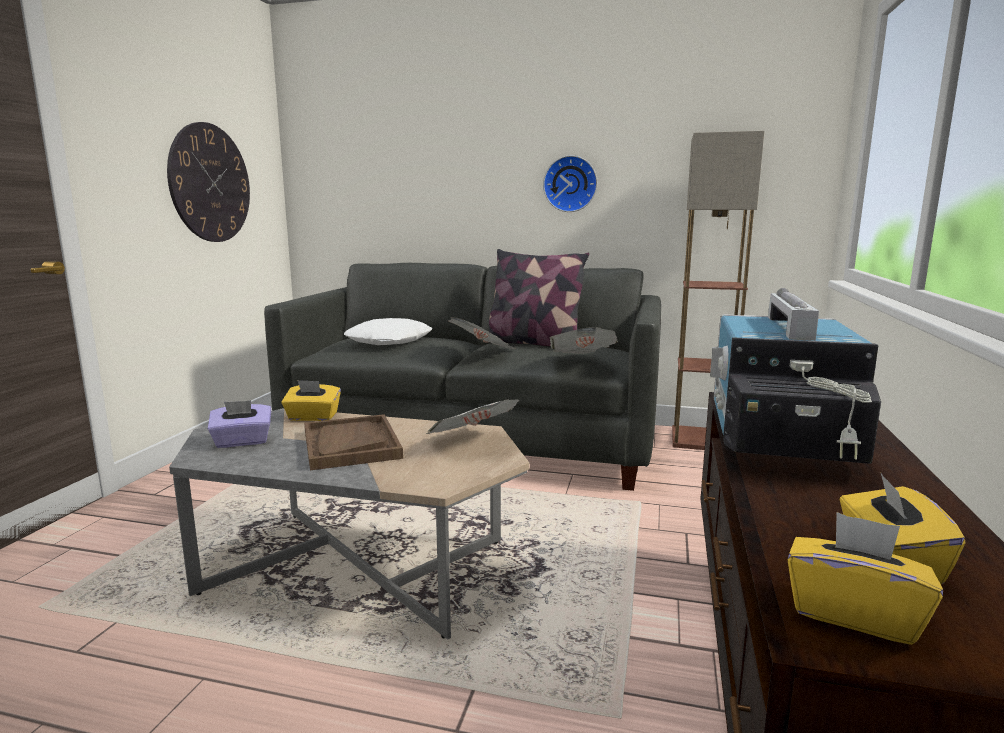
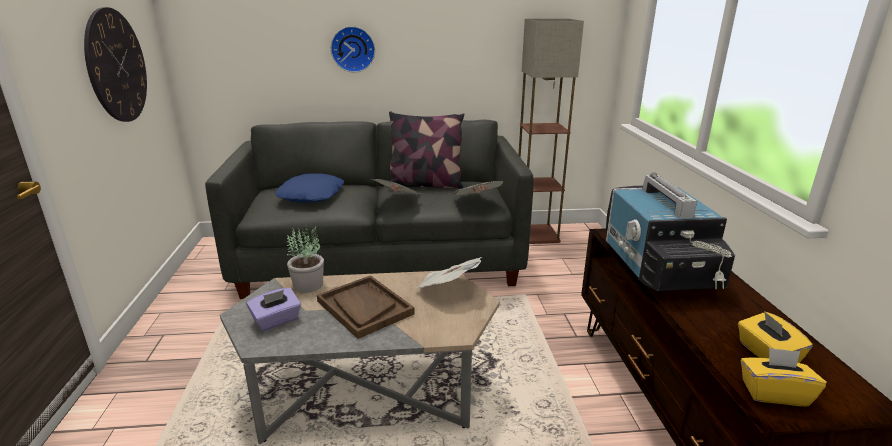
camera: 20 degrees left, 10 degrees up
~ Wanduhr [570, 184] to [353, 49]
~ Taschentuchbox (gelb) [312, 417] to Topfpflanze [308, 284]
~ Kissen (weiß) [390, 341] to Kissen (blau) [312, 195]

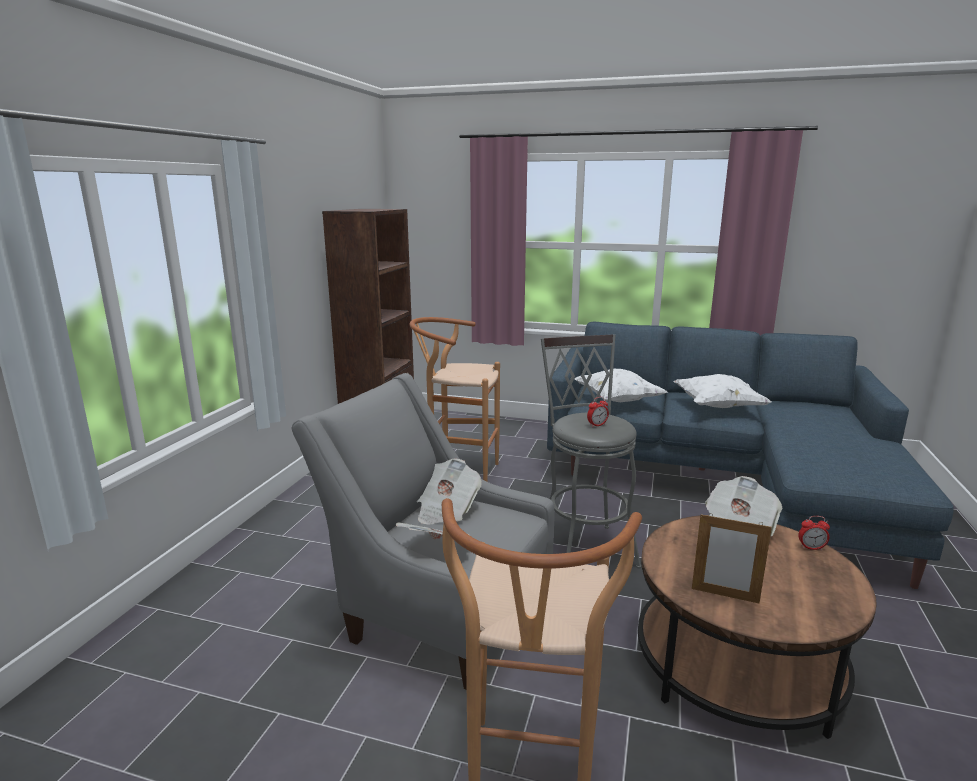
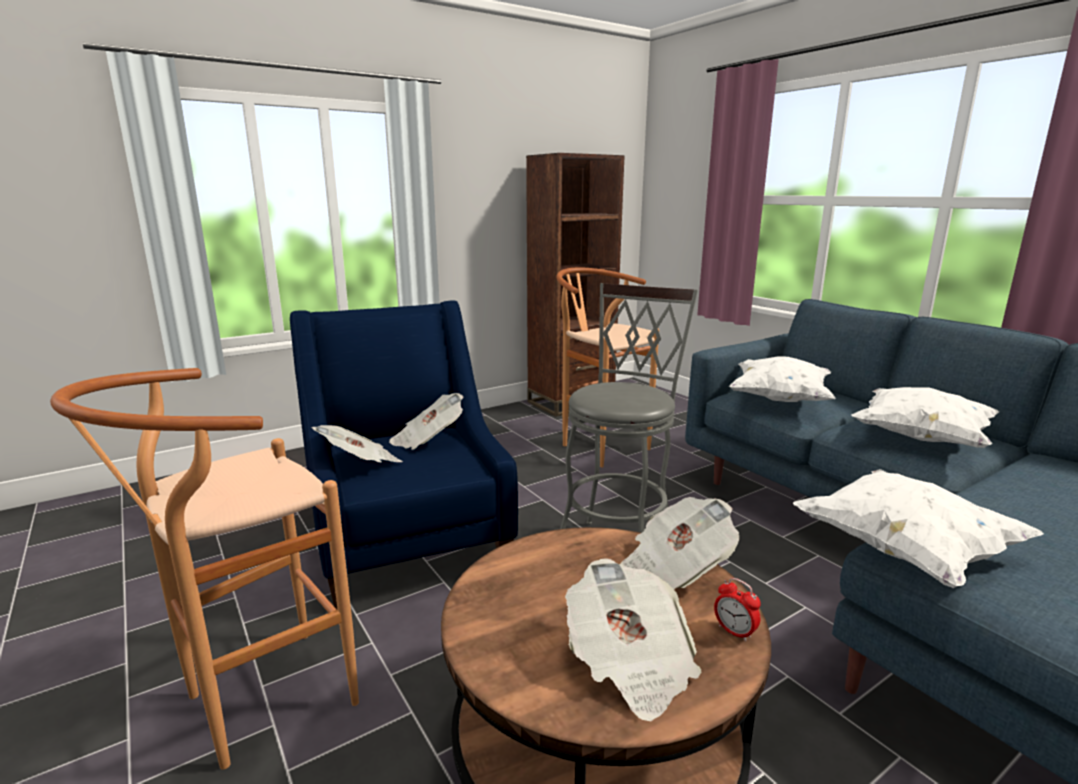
camera: 40 degrees right, 0 degrees up
- Wecker [597, 425]
- Bilderrahmen [724, 595]
+ Zeitung [630, 664]
+ Kissen (weiß) [903, 551]
~ Sessel (grau) [437, 611] to Sessel (blau) [409, 541]

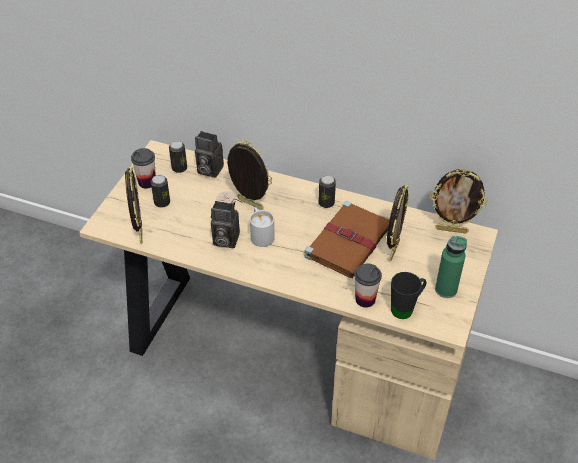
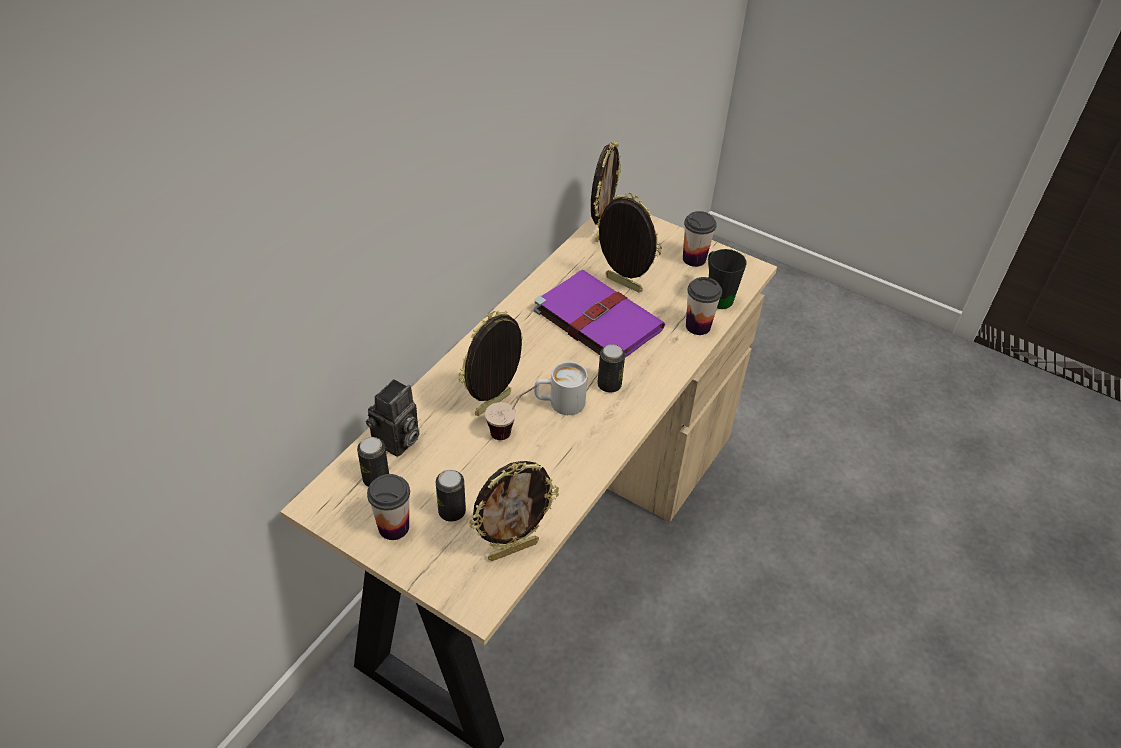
camera: 80 degrees left, 0 degrees up
- Kamera [224, 240]
~ Dose [326, 203] to [609, 385]
~ Flasche (grün) [446, 289] to Tasse [694, 259]
~ Buch (braun) [349, 240] to Buch (lila) [596, 319]
~ Bilderrahmen [139, 232] = [513, 549] 150 degrees clockwise

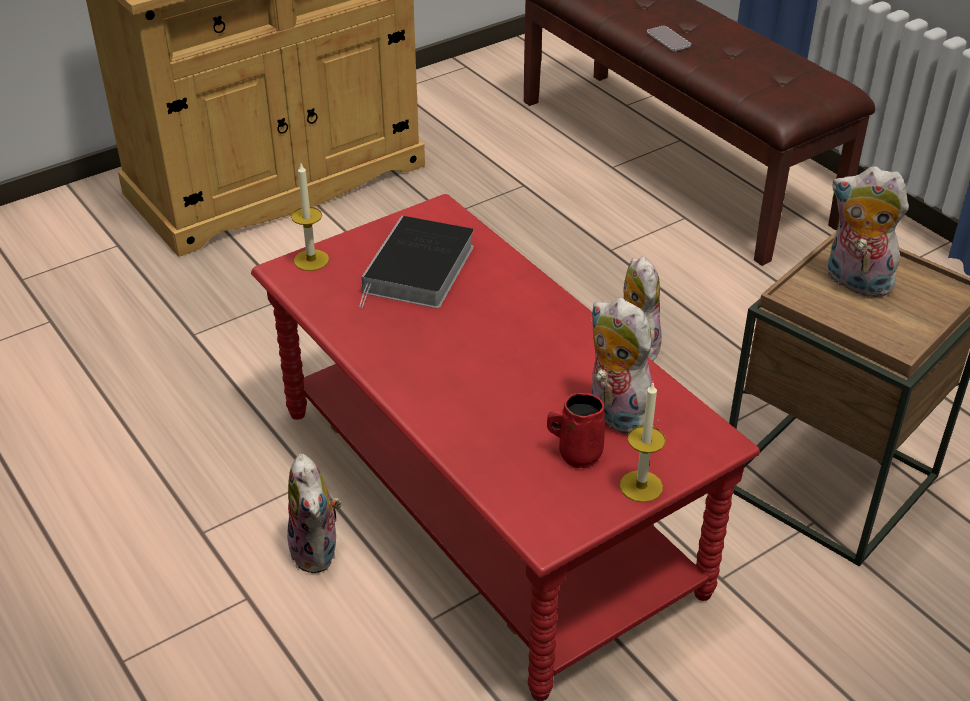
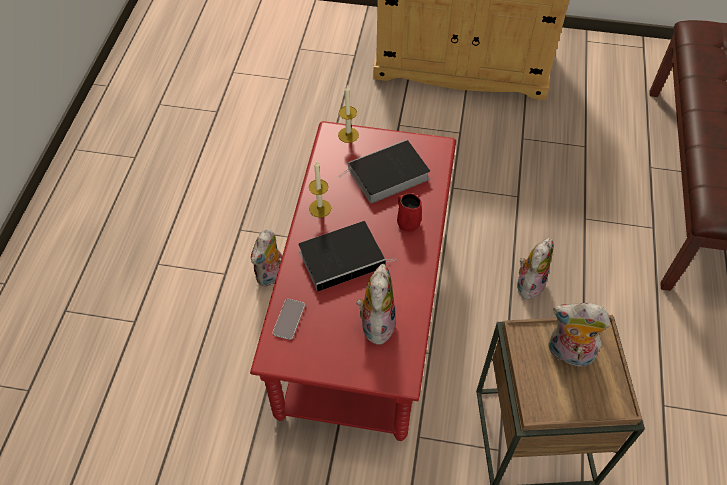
camera: 45 degrees right, 15 degrees up
+ Buch [344, 257]
~ Henkelbecher (rot) [577, 453] to [407, 222]
~ Kerze [641, 486] to [320, 208]
~ Handy [668, 39] to [289, 319]
~ Plüschtier [854, 282] = [568, 354] 60 degrees counterclockwise

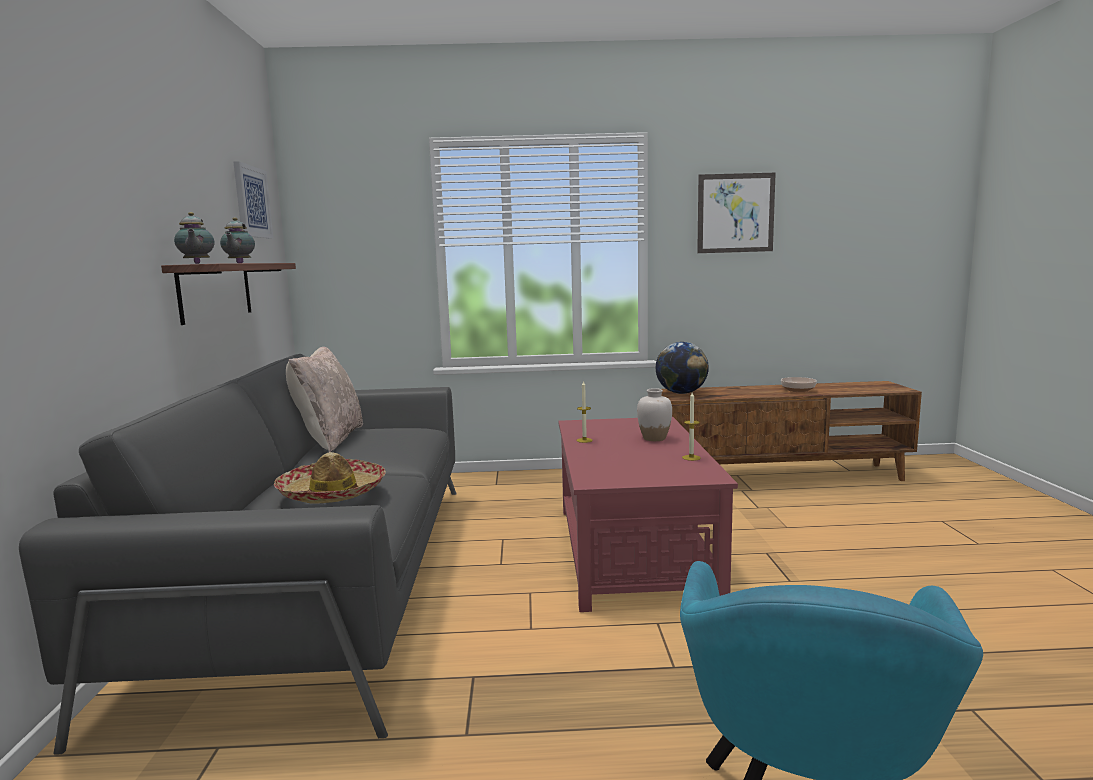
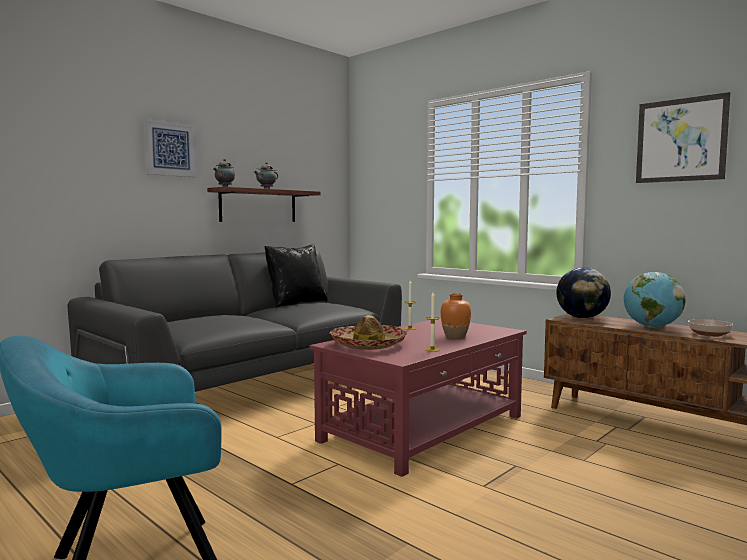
camera: 45 degrees right, 5 degrees down
+ Globus [651, 327]
~ Bild [251, 202] to [169, 149]
~ Hut [333, 493] to [368, 345]
~ Kissen (beige) [329, 439] to Kissen (schwarz) [296, 303]
~ Vase (weiß) [654, 438] to Vase (orange) [455, 337]

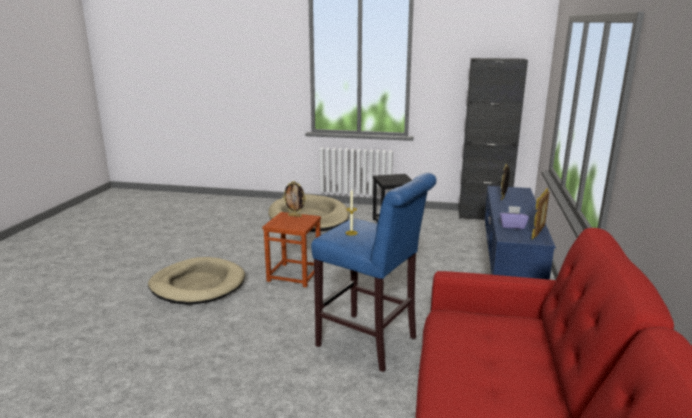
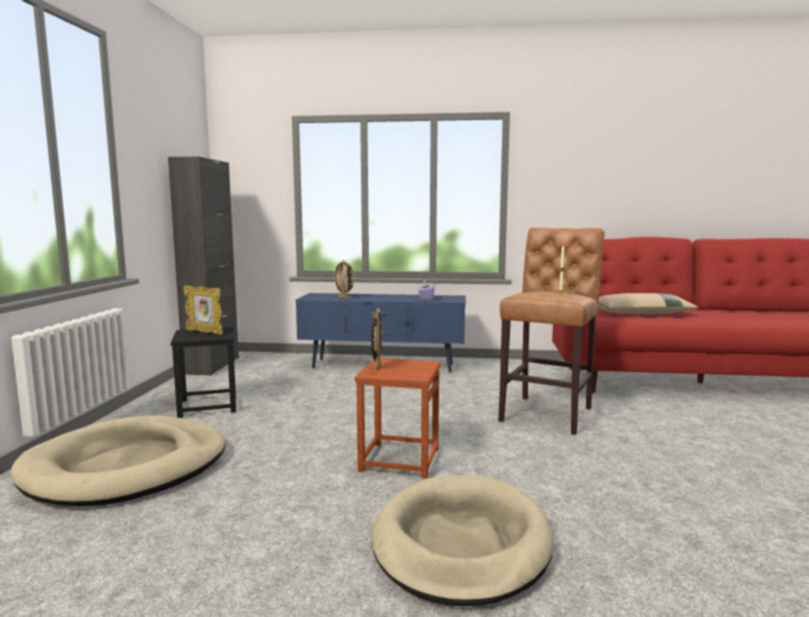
camera: 95 degrees left, 10 degrees down
+ Kissen (beige) [642, 313]
~ Bilderrahmen [538, 233] to [205, 332]
~ Hocker (blau) [371, 343] to Hocker (braun) [548, 413]

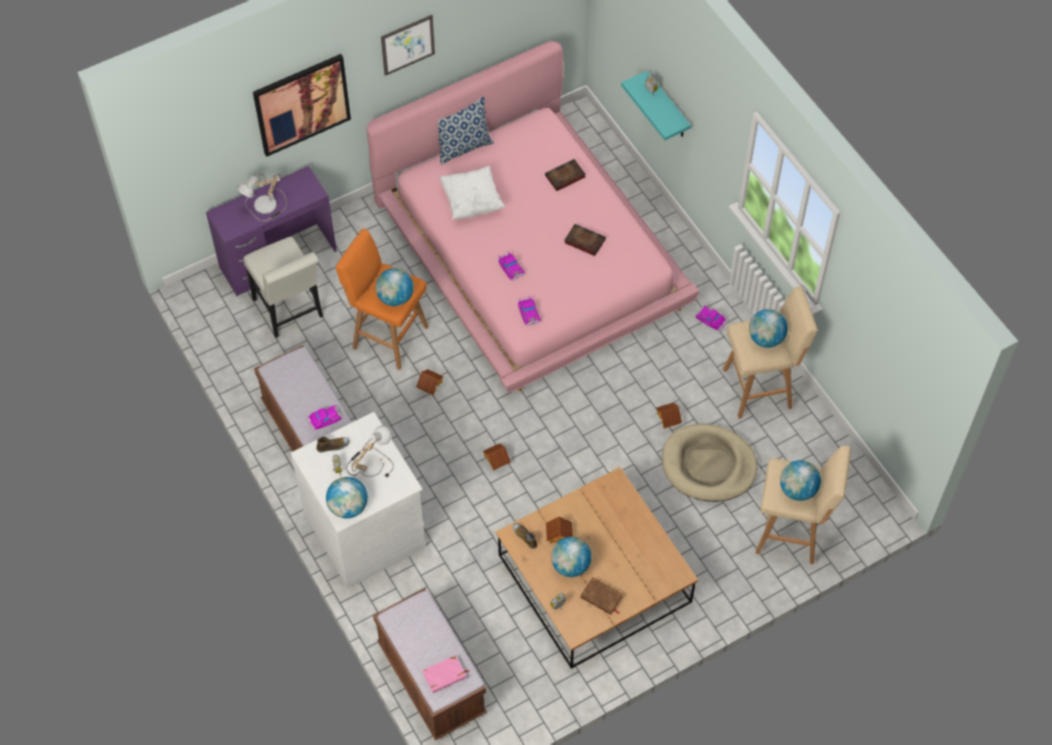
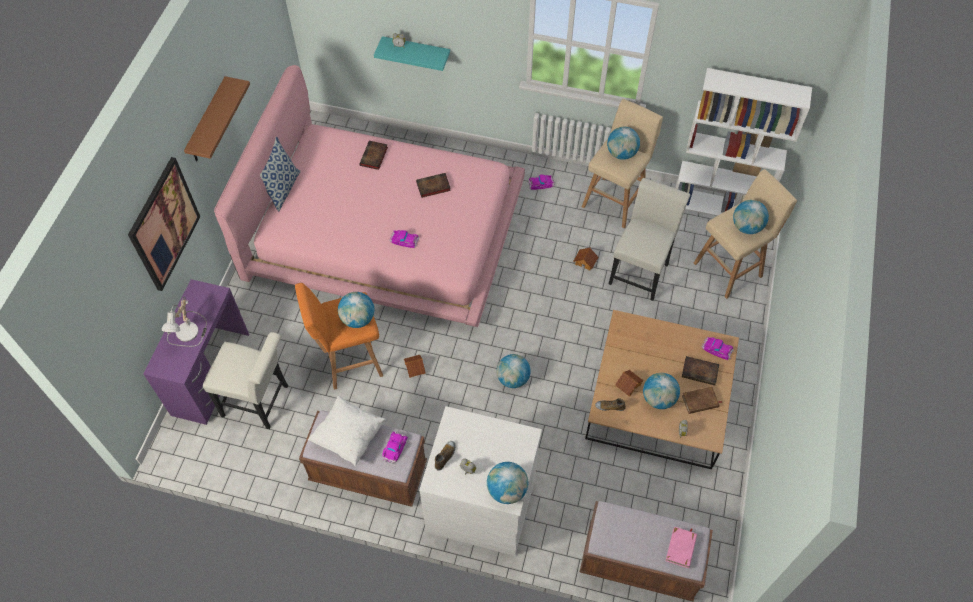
camera: 45 degrees left, 0 degrees up
- Tischlampe [369, 463]
+ Bücherregal (weiß) [718, 206]
+ Buch [700, 372]
~ Kissen (weiß) [472, 202] to [348, 436]
~ Spielzeugauto [528, 312] to [717, 349]
~ Bild [407, 44] to Wandregal (braun) [208, 122]
~ Spielzeughaus [496, 459] to Globus [513, 379]
~ Hundebett (beige) [708, 465] to Stuhl (weiß) [640, 270]

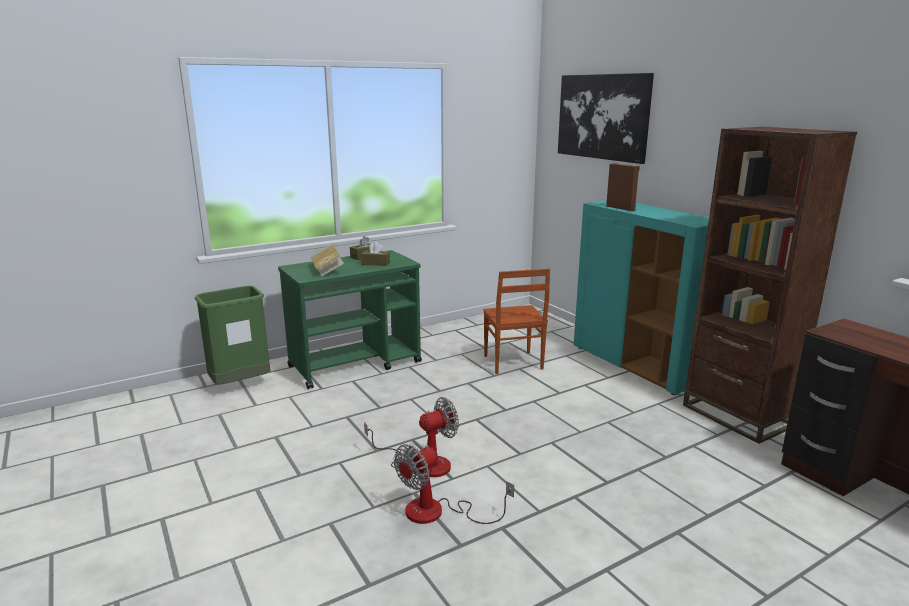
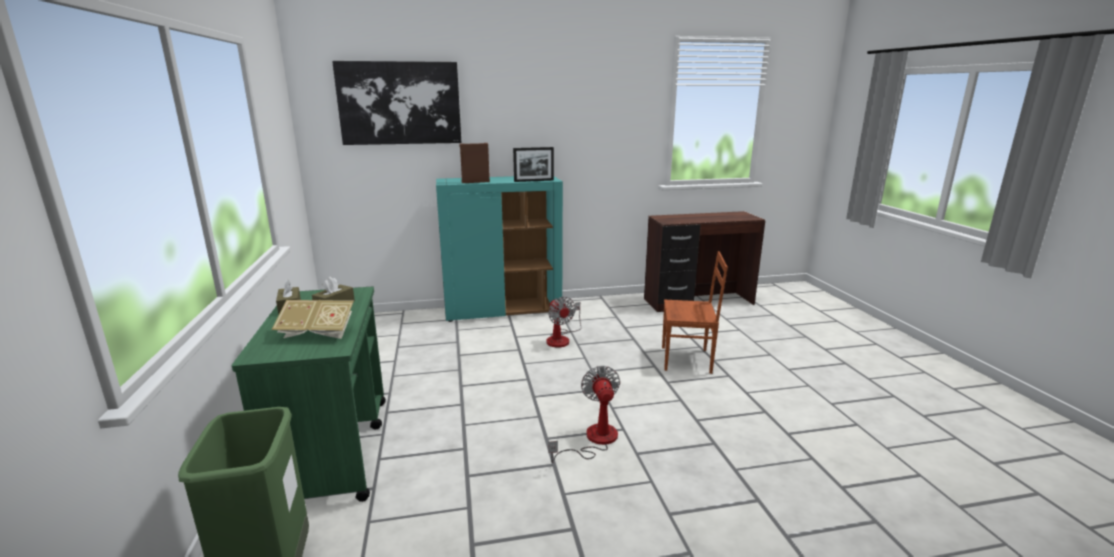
camera: 70 degrees left, 0 degrees up
- Bücherregal (braun) [737, 415]
+ Bilderrahmen [534, 181]
~ Ventilator [438, 512] to [561, 338]
~ Stuhl (braun) [512, 363] to [687, 360]

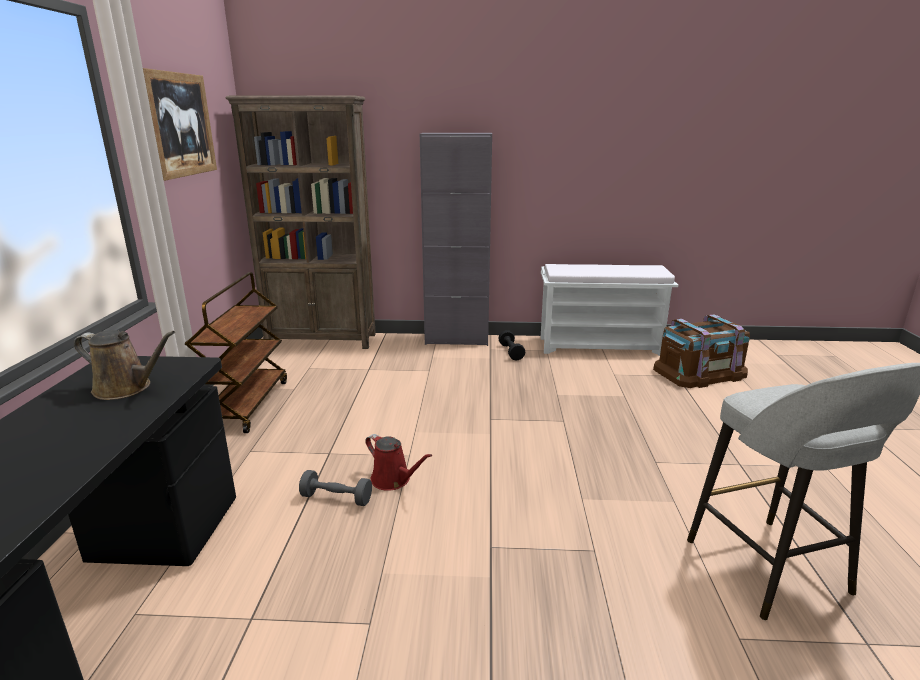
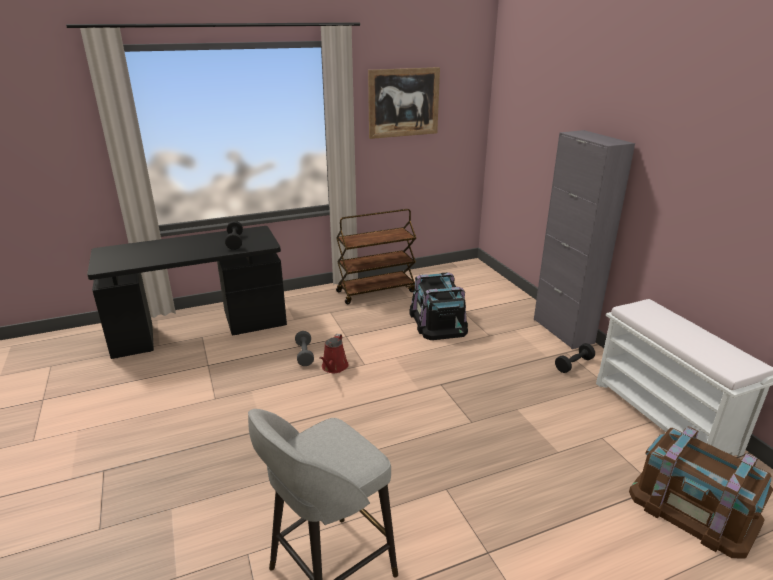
camera: 65 degrees right, 5 degrees up
- Bücherregal (braun) [322, 340]
+ Aufbewahrungsbox (schwarz) [438, 321]
~ Gießkanne (braun) [127, 388] to Hantel (schwarz) [235, 242]

